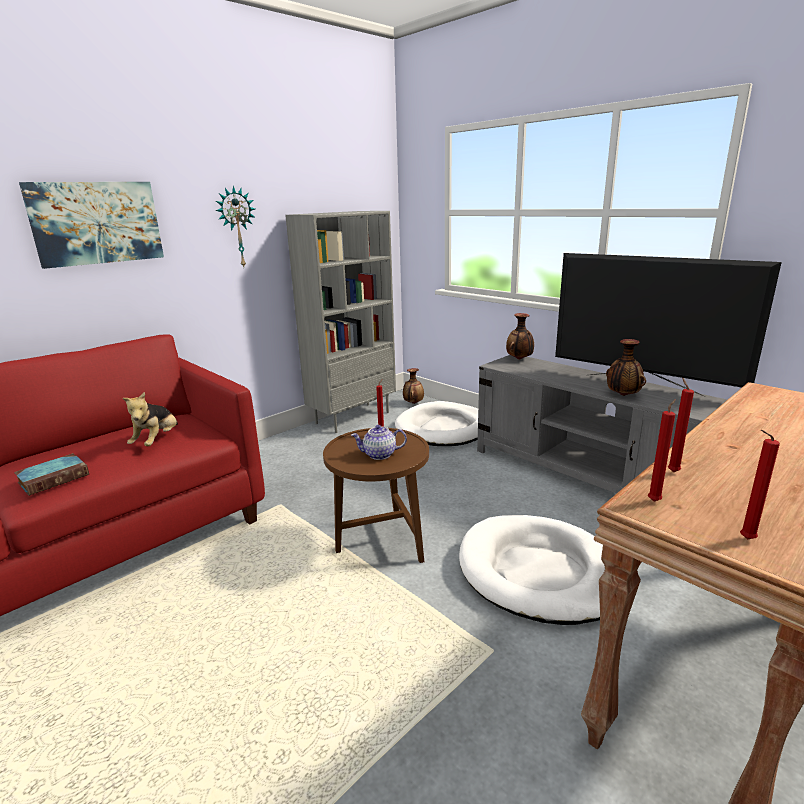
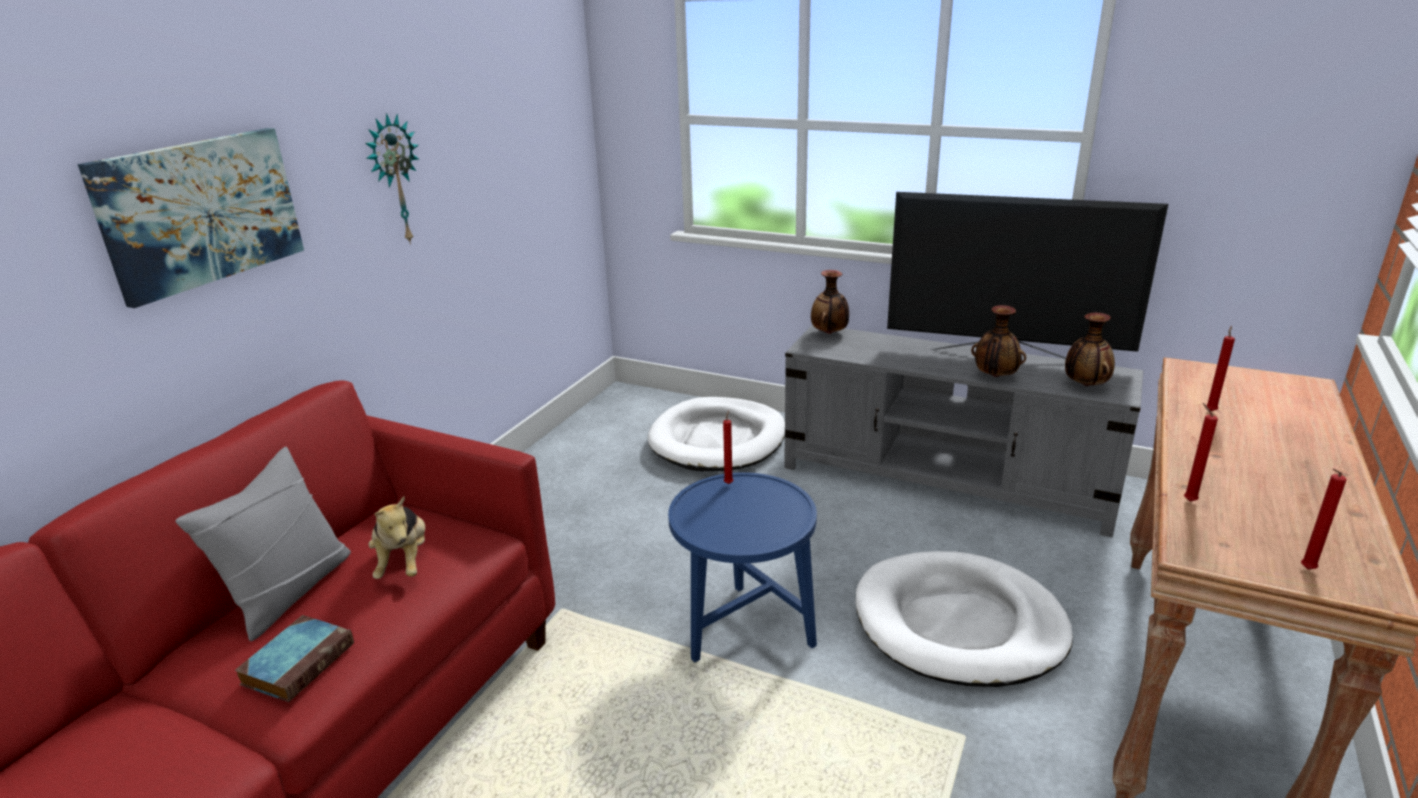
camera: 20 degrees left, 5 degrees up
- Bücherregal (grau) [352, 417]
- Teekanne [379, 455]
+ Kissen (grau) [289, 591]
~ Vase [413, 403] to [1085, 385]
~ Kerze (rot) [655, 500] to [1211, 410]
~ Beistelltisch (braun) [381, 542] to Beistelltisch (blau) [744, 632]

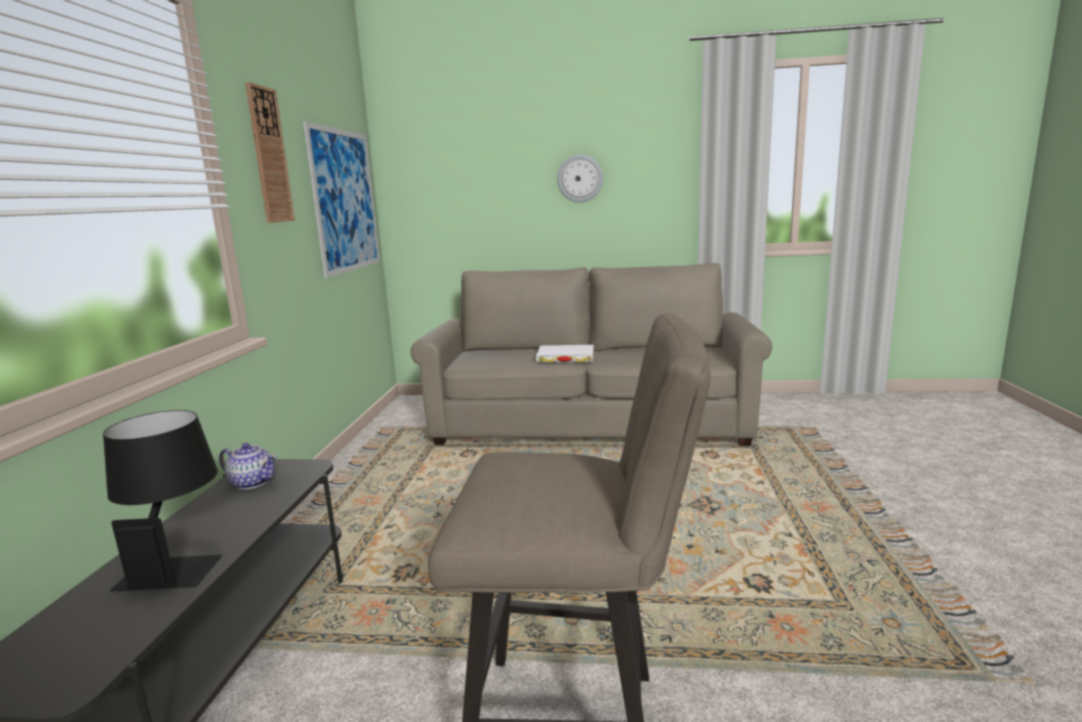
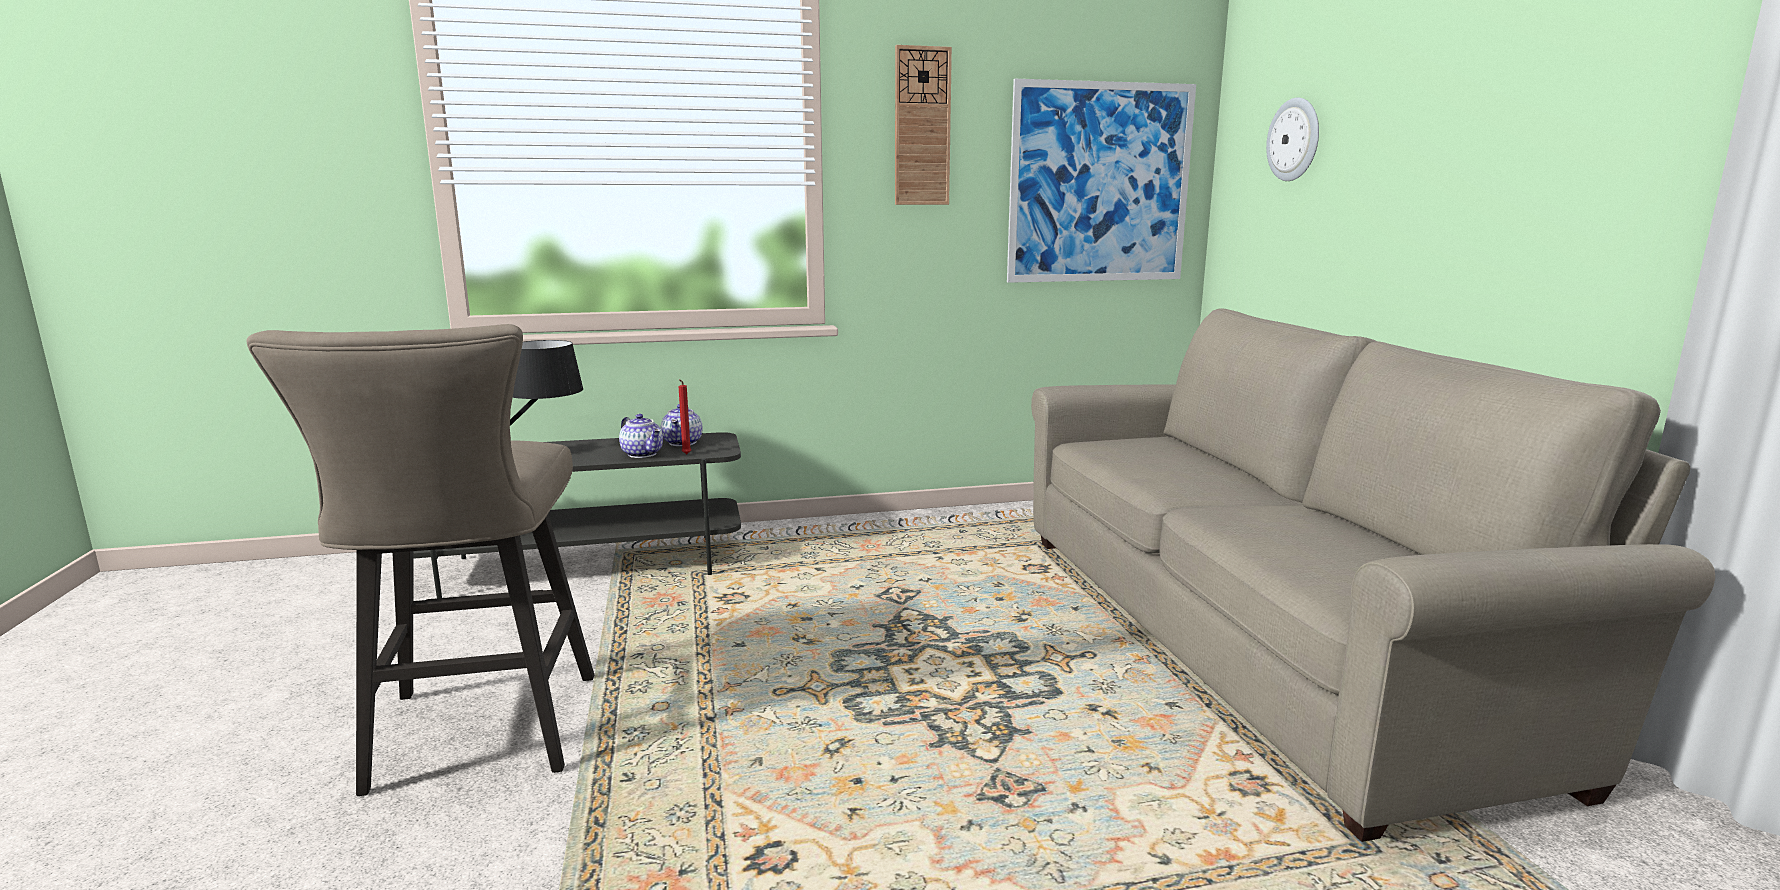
camera: 70 degrees right, 0 degrees up
- Buch (weiß) [565, 357]
+ Teekanne [643, 454]
+ Kerze (rot) [686, 454]
~ Wanduhr [580, 178] to [1294, 140]

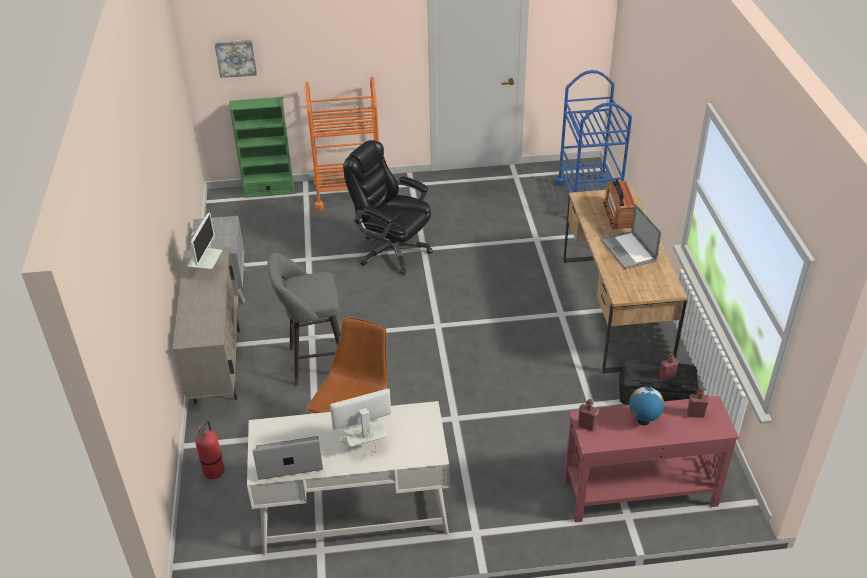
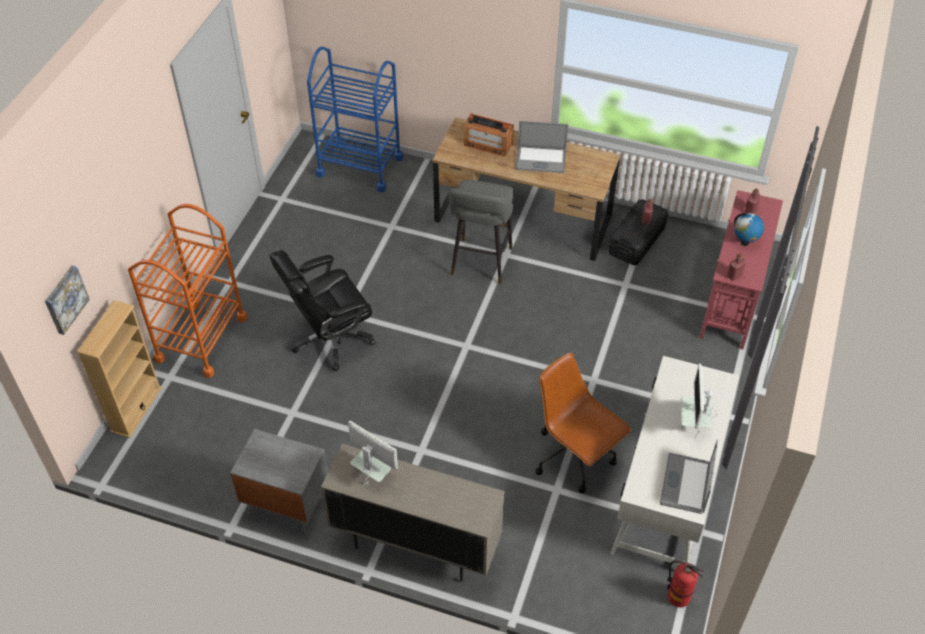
camera: 65 degrees left, 10 degrees up
~ Feuerlöscher [214, 471] to [679, 597]
~ Hocker (grau) [314, 363] to [480, 264]
~ Bücherregal (grün) [269, 190] to Bücherregal (beige) [136, 409]

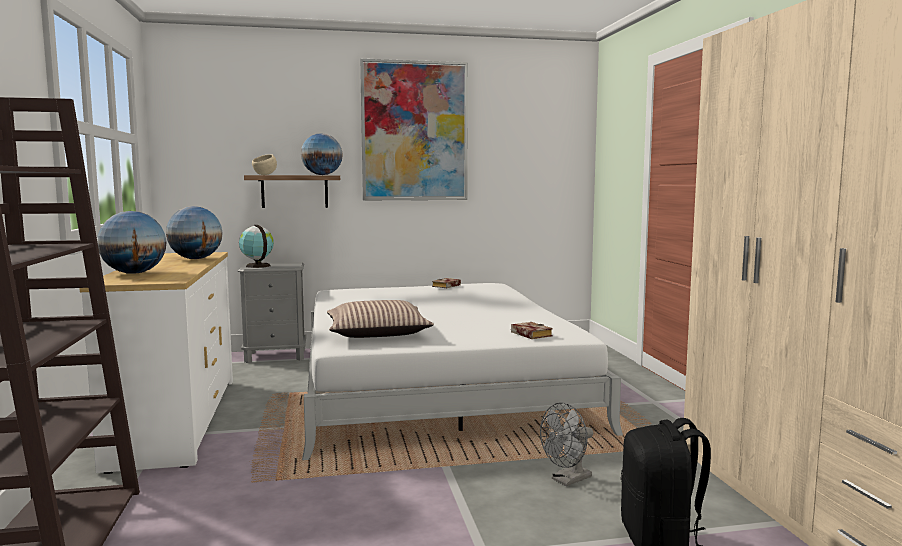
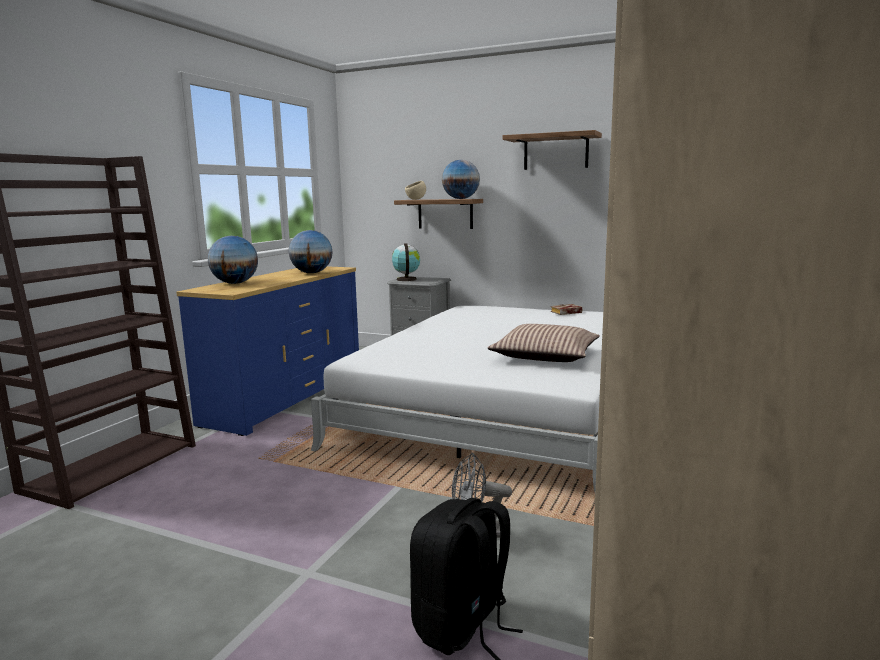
camera: 35 degrees right, 5 degrees up
- Buch [529, 334]
~ Kissen [377, 333] to [545, 356]
~ Bild [415, 131] to Wandregal [556, 152]
~ Kommode (weiß) [176, 420] to Kommode (blau) [286, 398]

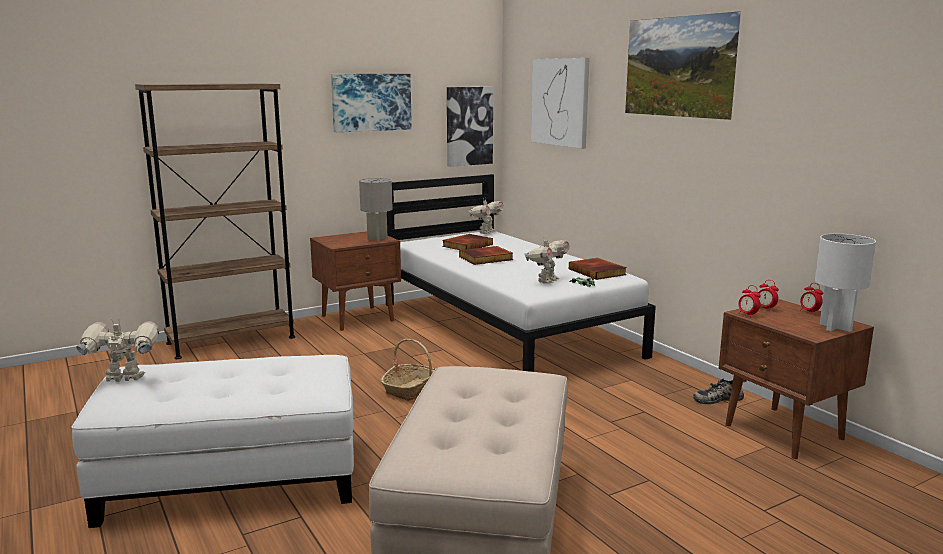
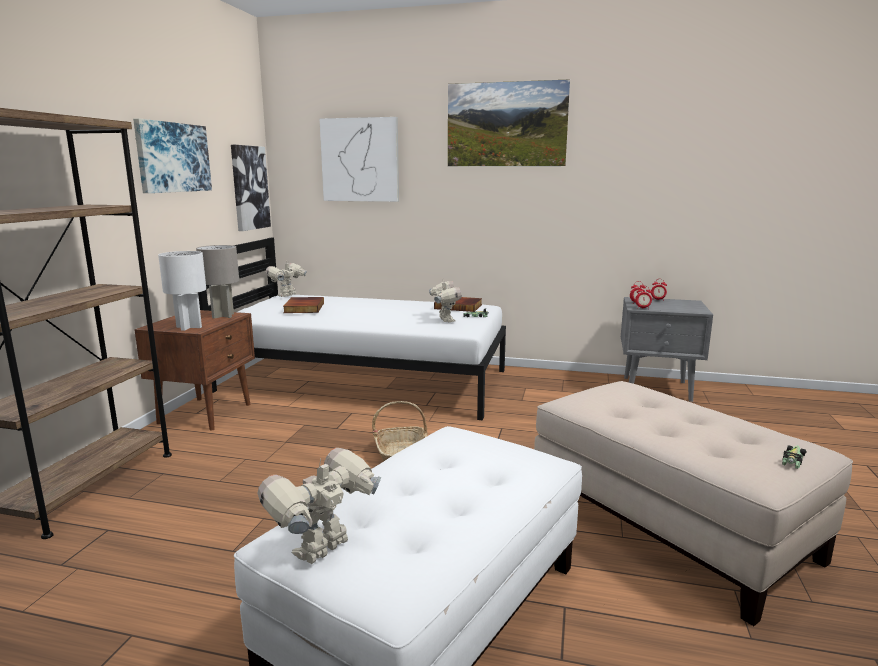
camera: 45 degrees left, 0 degrees up
- Buch [486, 258]
- Schuh [718, 398]
+ Spielzeugauto [793, 459]
~ Tischlampe (weiß) [835, 327] to [189, 327]
~ Nachttisch (braun) [784, 432] to Nachttisch (grau) [658, 389]
~ Spielzeugroboter [486, 232] = [288, 296] 135 degrees counterclockwise

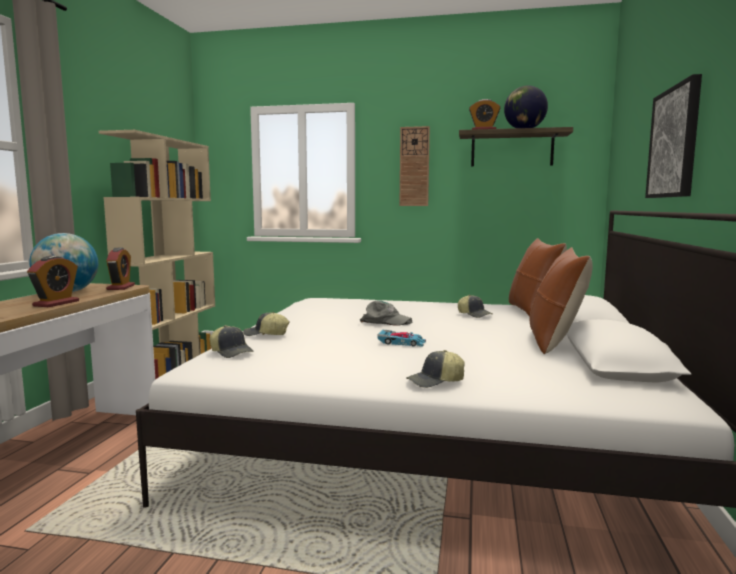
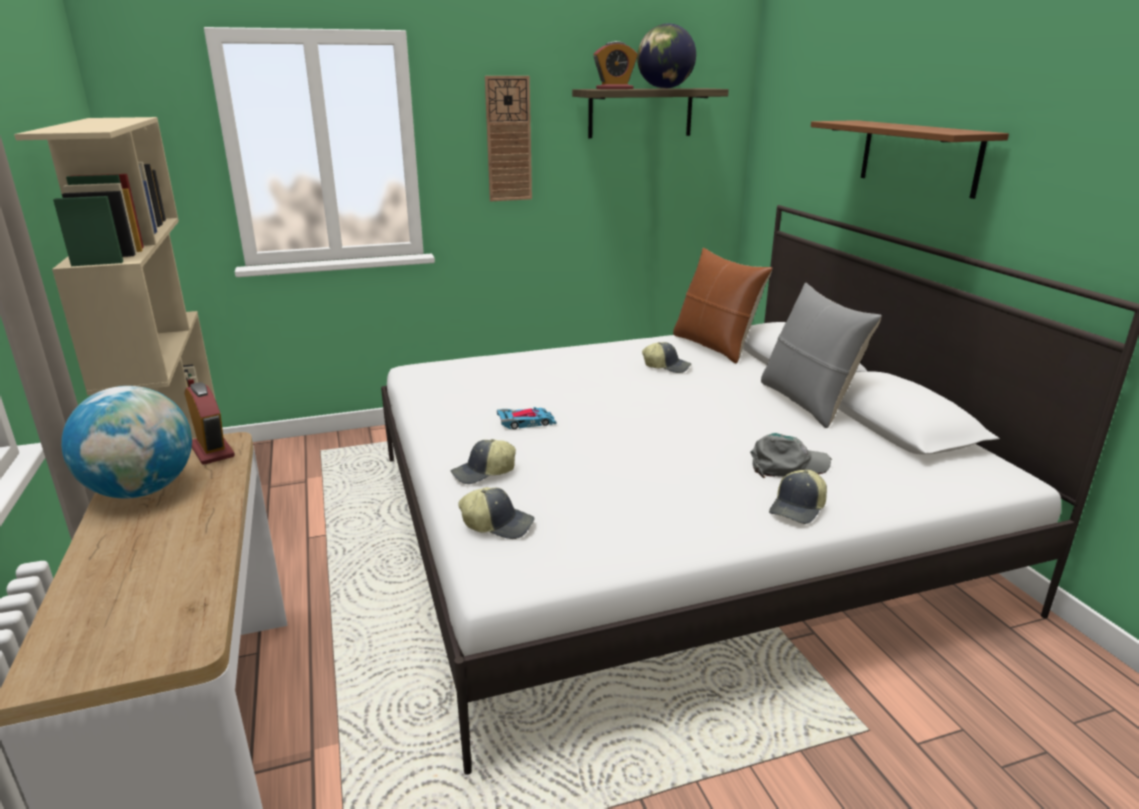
camera: 30 degrees left, 15 degrees up
- Wecker [56, 303]
~ Kappe (grau) [386, 321] to [788, 465]
~ Spielzeugauto [402, 342] to [526, 422]
~ Bild [674, 143] to Wandregal (braun) [918, 157]
~ Kissen (braun) [554, 342] to Kissen (grau) [807, 402]

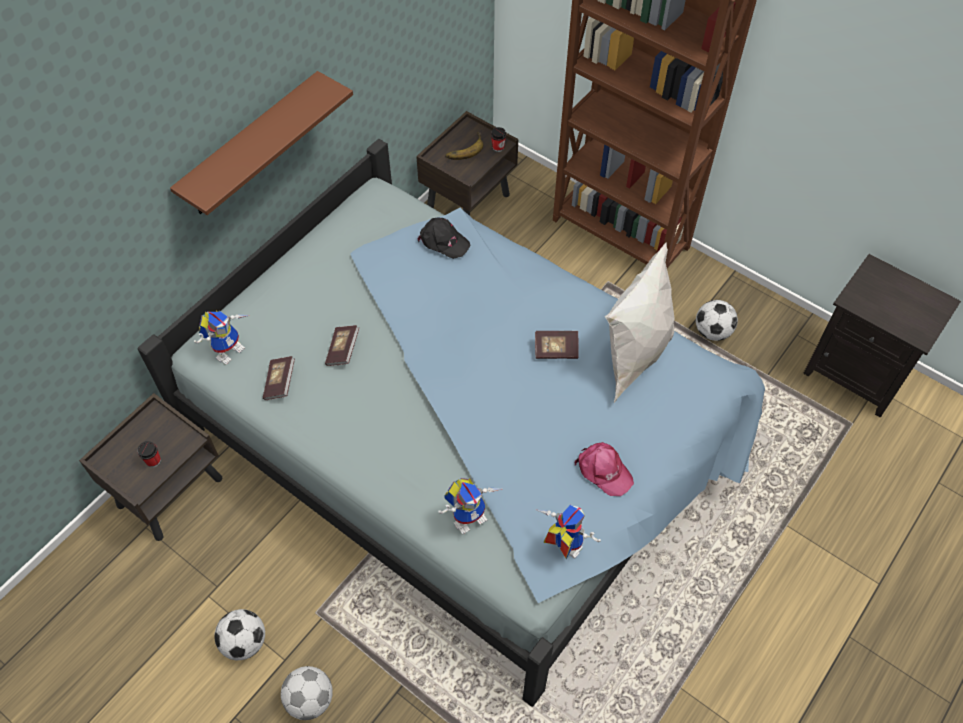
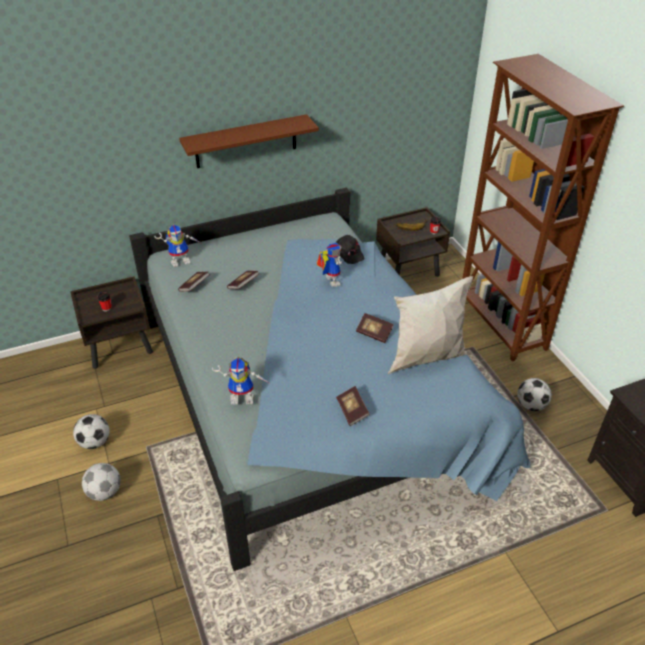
camera: 30 degrees right, 15 degrees down
~ Spielzeugroboter [560, 546] to [329, 280]
~ Kappe (rosa) [603, 470] to Buch [352, 411]

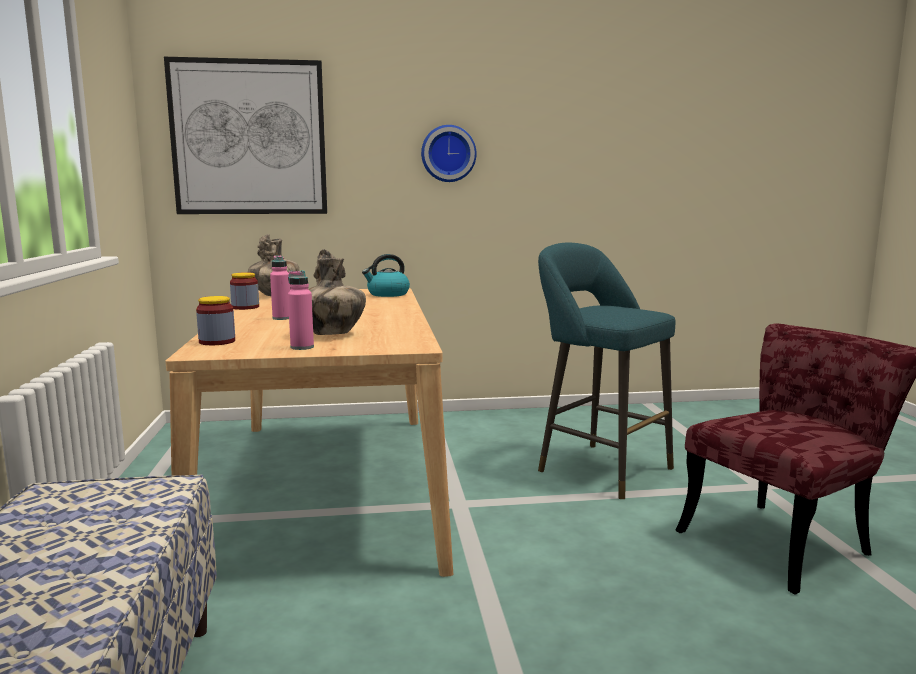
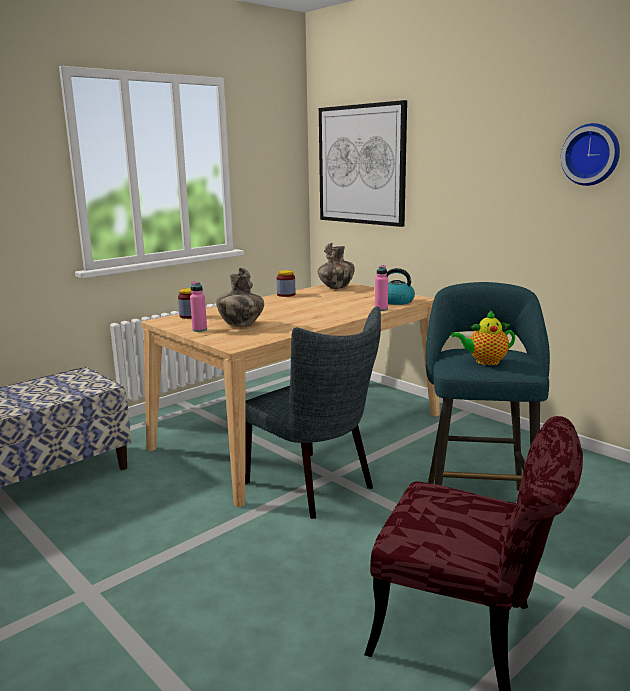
camera: 55 degrees right, 5 degrees up
+ Stuhl (grau) [315, 487]
+ Teekanne [484, 362]
~ Flasche (rosa) [282, 318] to [381, 309]
~ Wanduhr [448, 153] to [591, 154]

